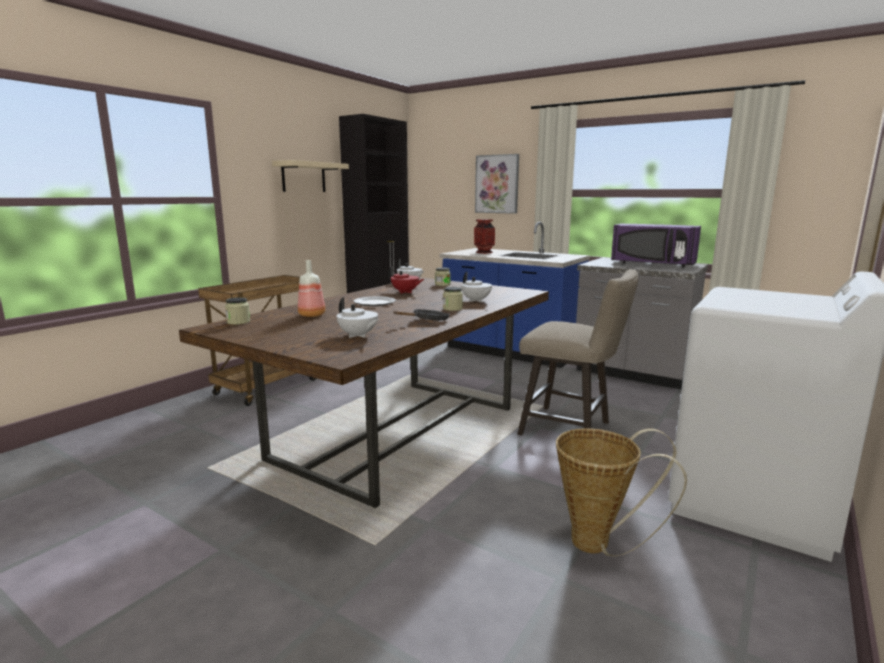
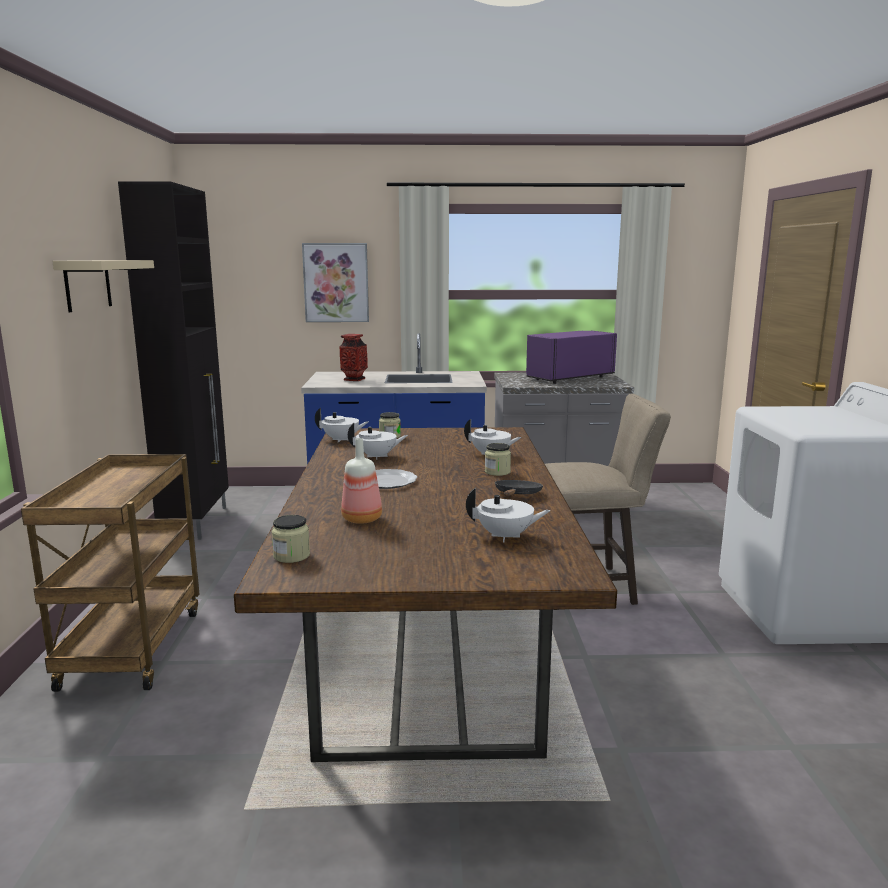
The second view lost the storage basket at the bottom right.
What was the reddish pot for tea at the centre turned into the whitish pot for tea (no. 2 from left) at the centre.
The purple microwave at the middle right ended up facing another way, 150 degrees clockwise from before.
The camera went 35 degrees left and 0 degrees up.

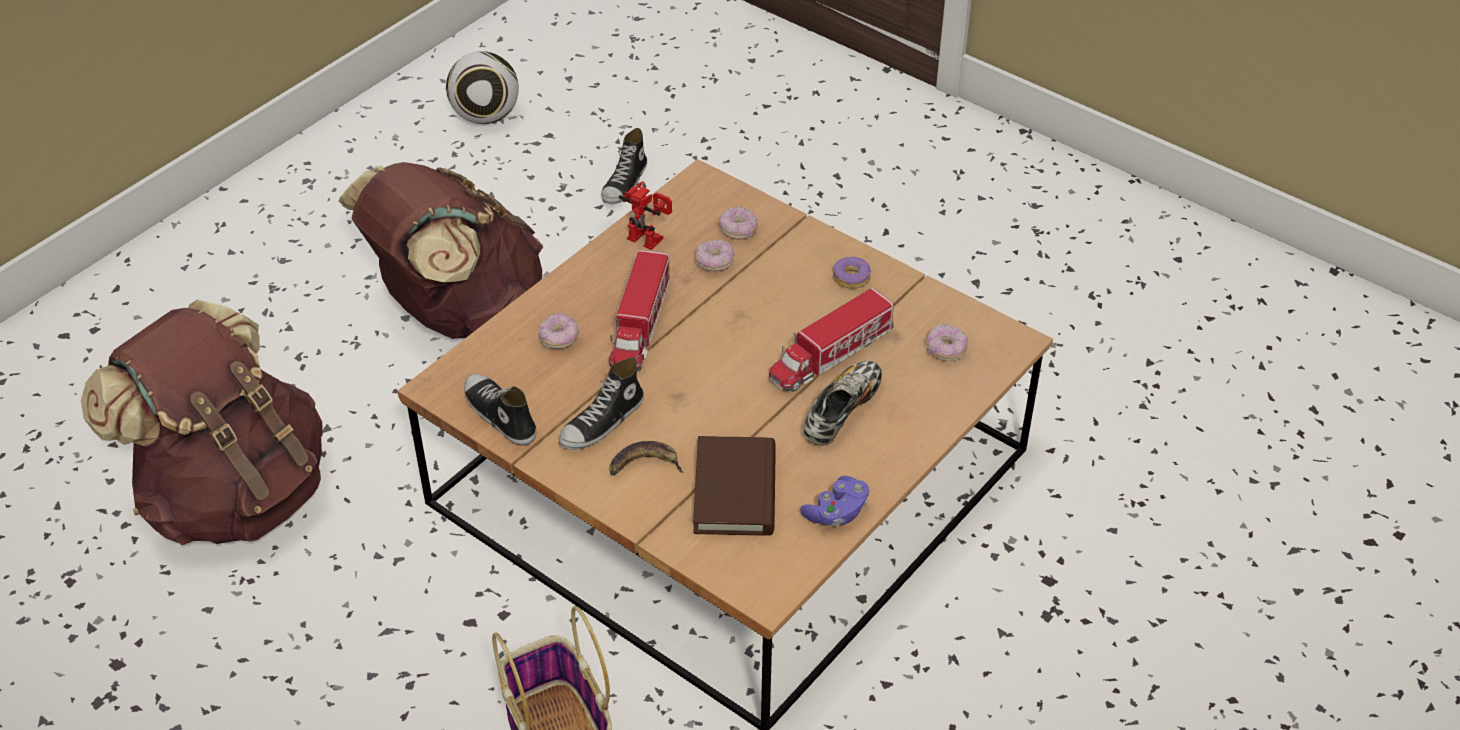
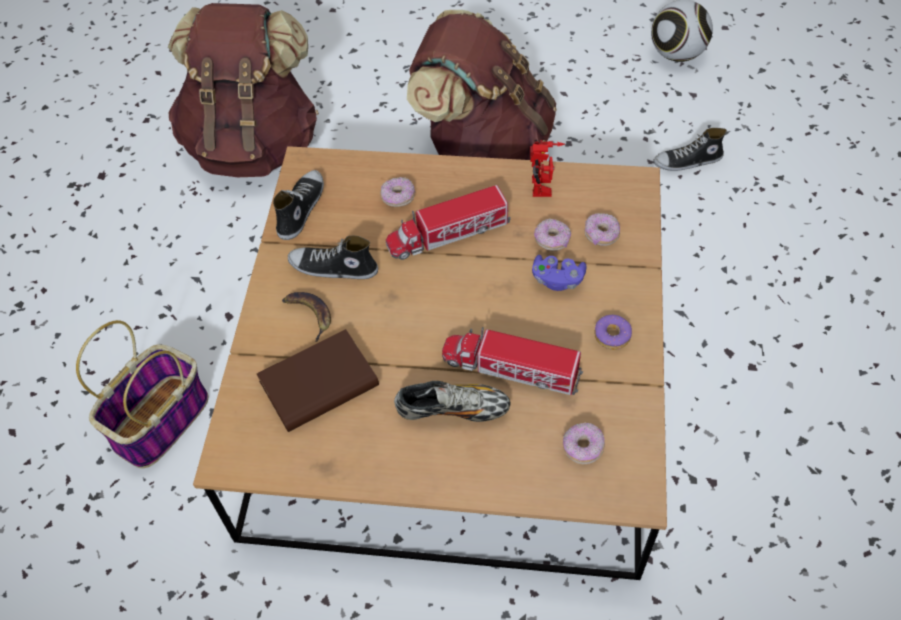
The purple gamepad ended up elsewhere, having gone from the bottom centre to the centre.
The camera went 60 degrees right and 10 degrees up.

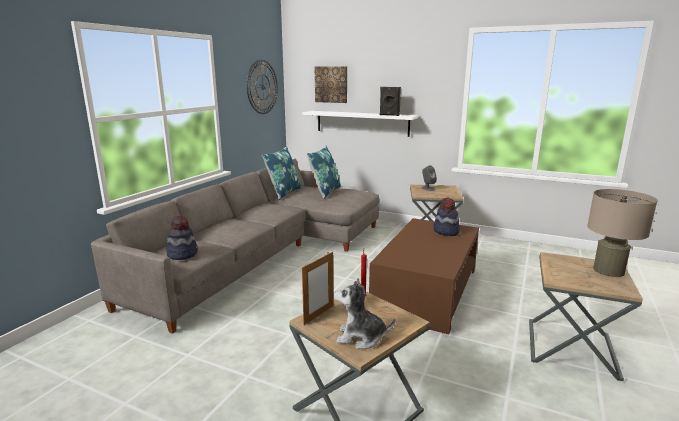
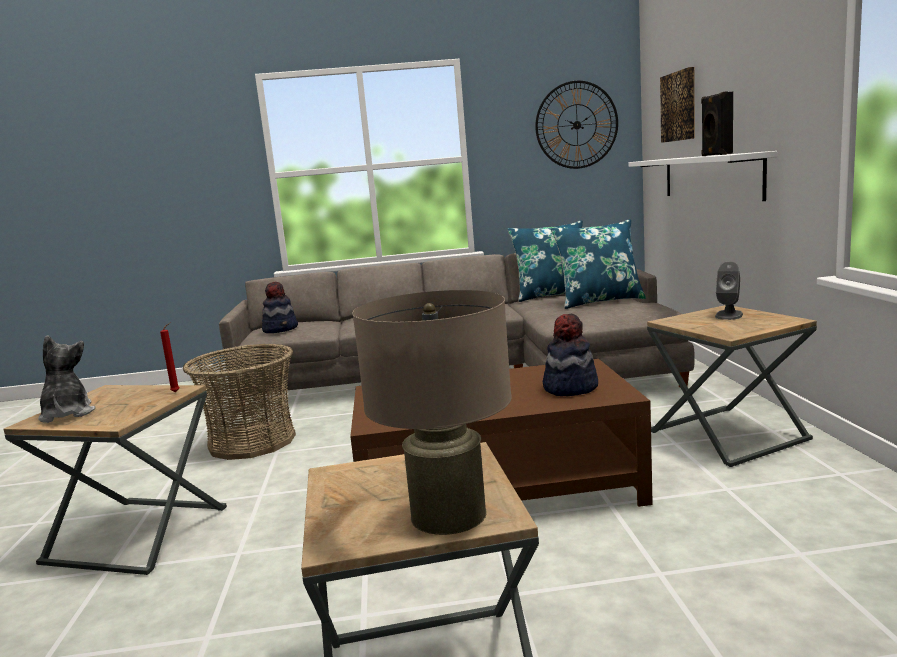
The second view lost the standing frame at the bottom centre.
The second view gained the storage basket at the middle left.
The camera went 60 degrees right and 5 degrees down.

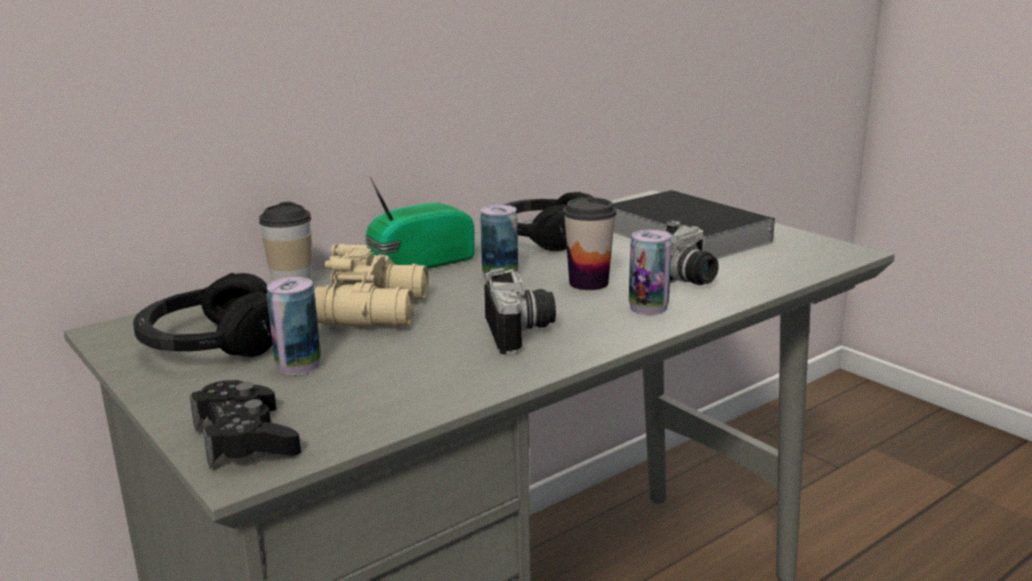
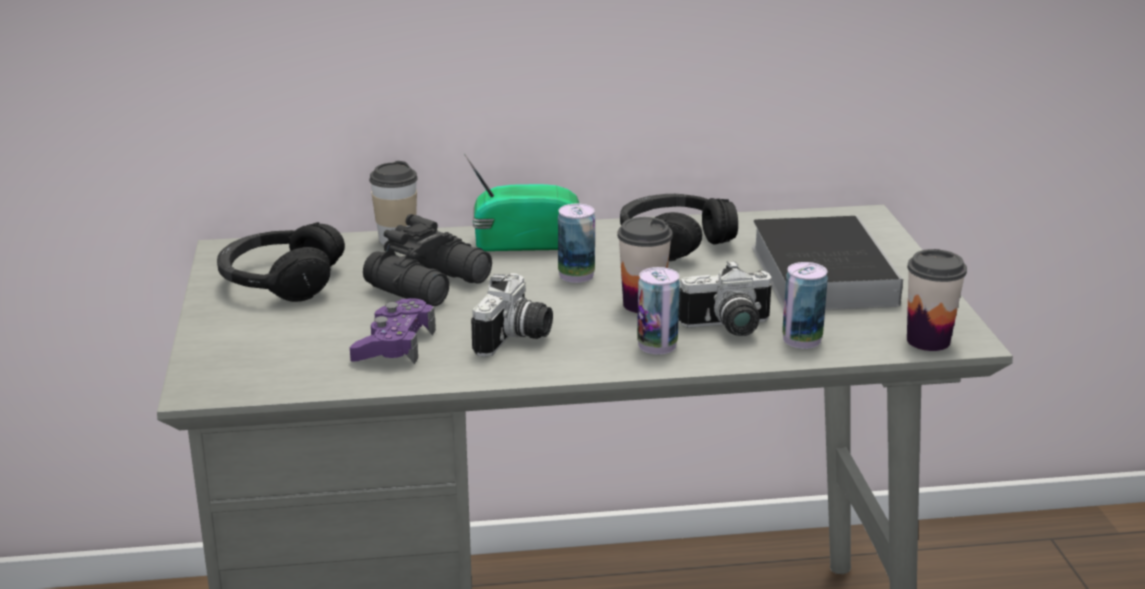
The second view lost the black-coloured gamepad at the bottom left.
The second view gained the purple gamepad at the centre.
The second view gained the cup (no. 3 from left) at the middle right.
The metal can (no. 1 from left in the first image) ended up elsewhere, having gone from the middle left to the middle right.
What was the sand-coloured binoculars at the centre turned into the black-coloured binoculars at the centre.
The camera went 30 degrees right and 5 degrees up.

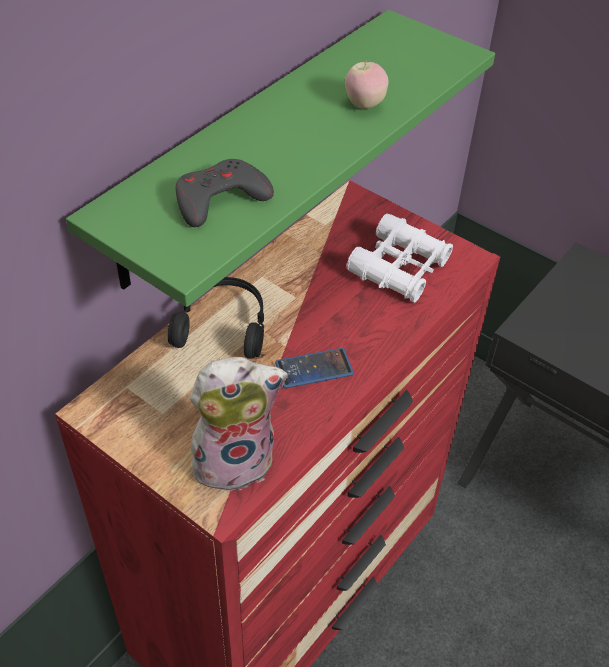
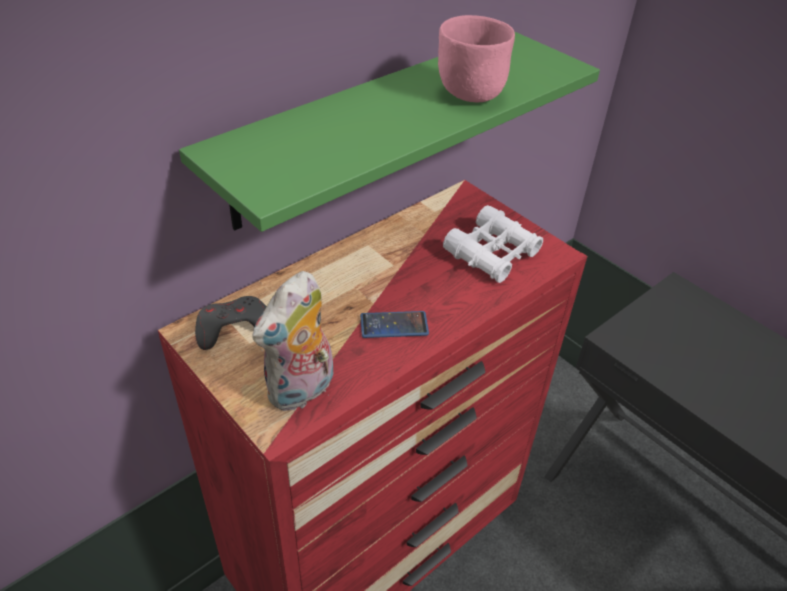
The second view lost the black-coloured pair of headphones at the centre.
The gray gamepad ended up elsewhere, having gone from the top centre to the middle left.
Where the whole apple stood at the top centre, the pink-coloured serving bowl came to stand at the top centre.
The soft toy at the centre ended up facing another way, 135 degrees clockwise from before.
The camera went 10 degrees right and 5 degrees down.

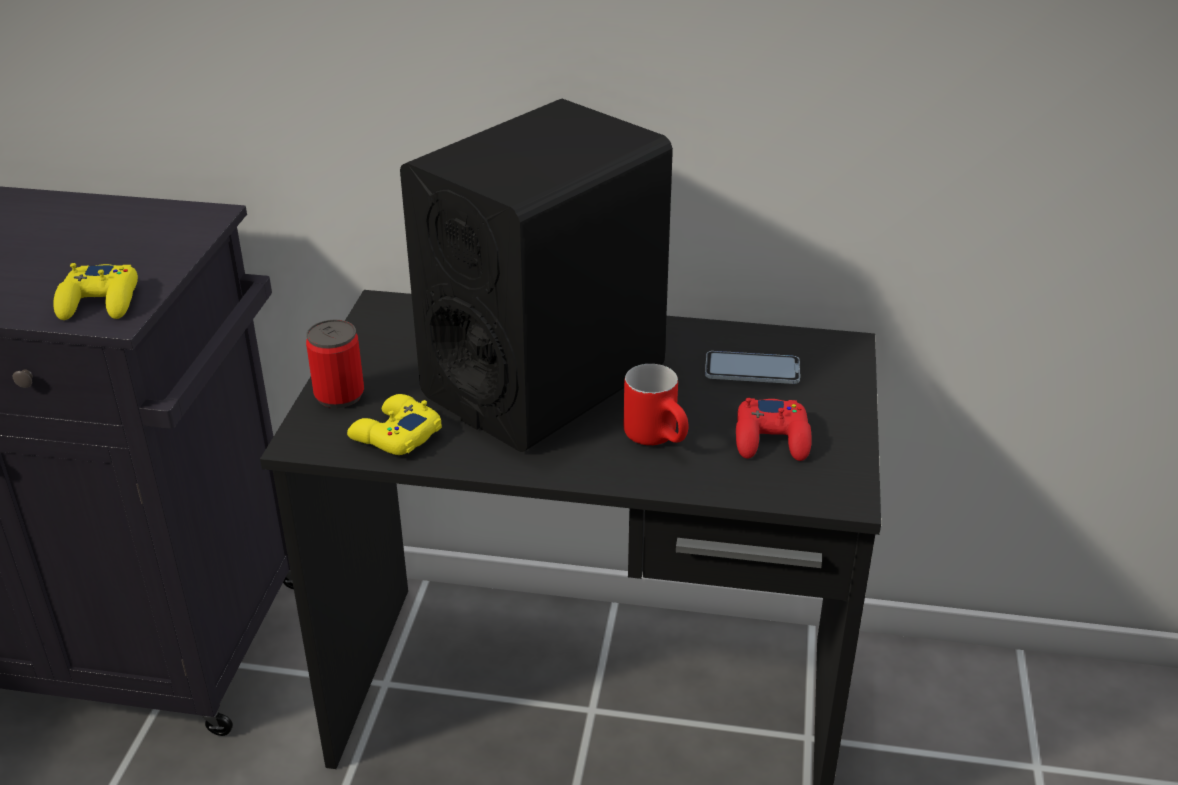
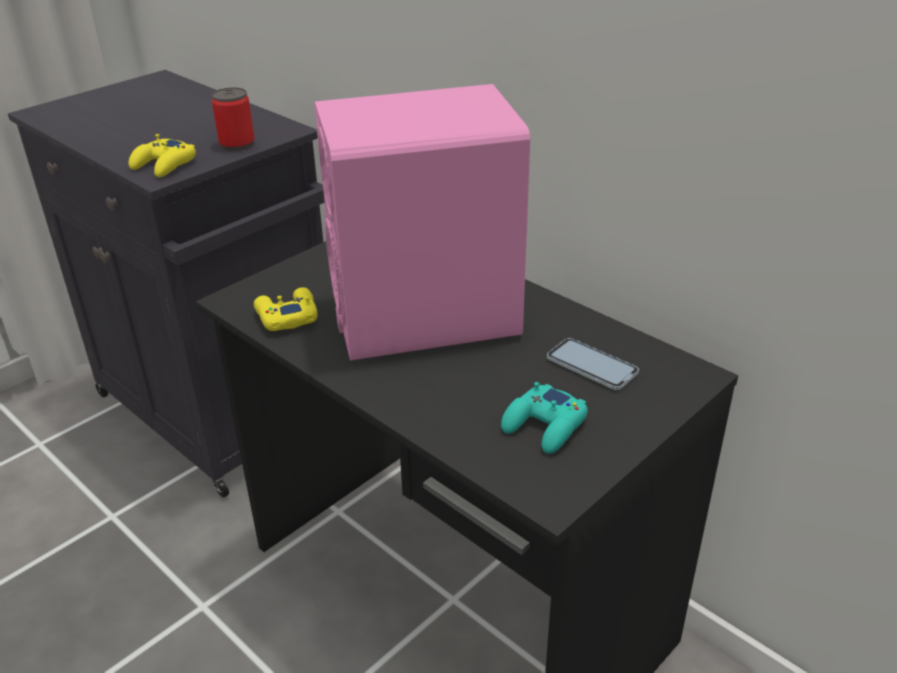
The second view lost the reddish tea mug at the centre.
The metal can ended up elsewhere, having gone from the middle left to the top left.
What was the black-coloured loudspeaker at the centre turned into the pink-coloured loudspeaker at the top centre.
What was the reddish gamepad at the centre turned into the turquoise-coloured gamepad at the centre.
The camera went 35 degrees right and 0 degrees up.

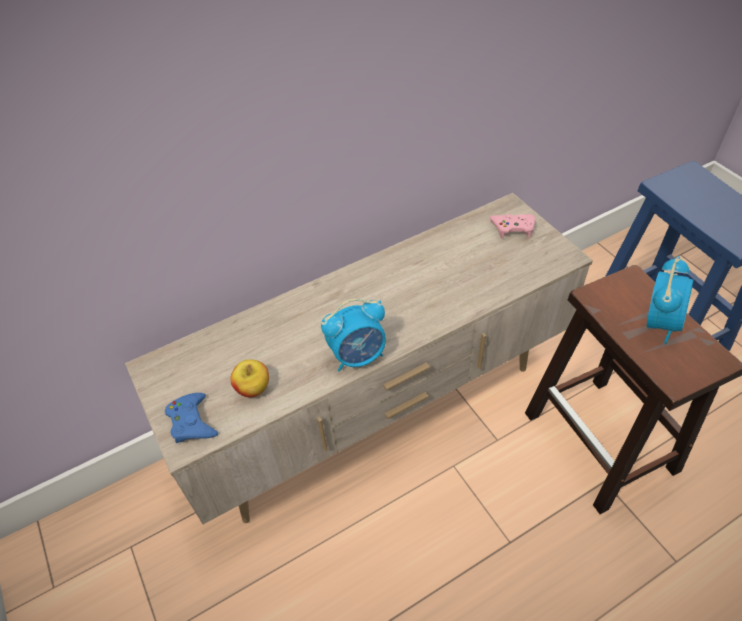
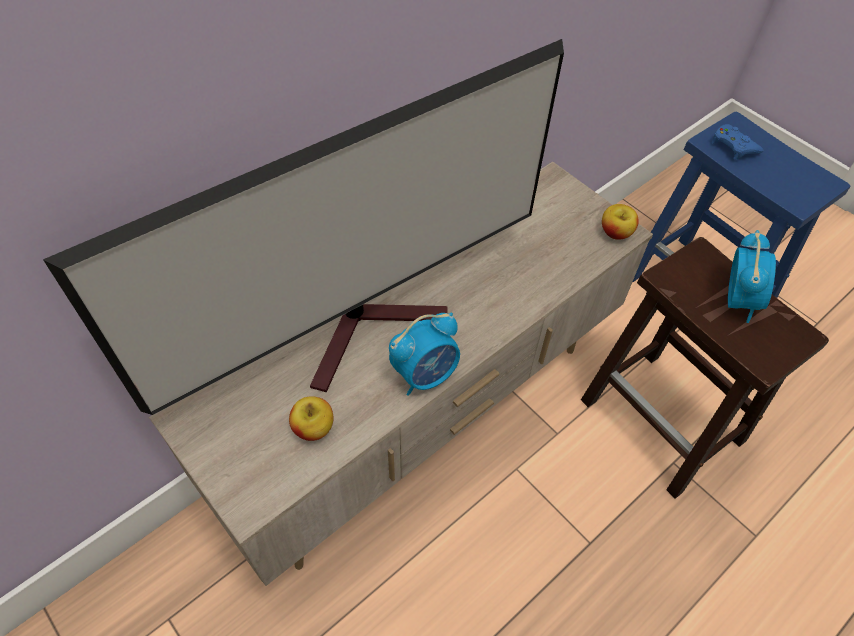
The second view lost the pink-coloured gamepad at the middle right.
The second view gained the television at the centre.
The second view gained the whole apple (no. 2 from left) at the middle right.
The bluish gamepad ended up elsewhere, having gone from the bottom left to the top right.
The camera went 15 degrees left and 5 degrees up.

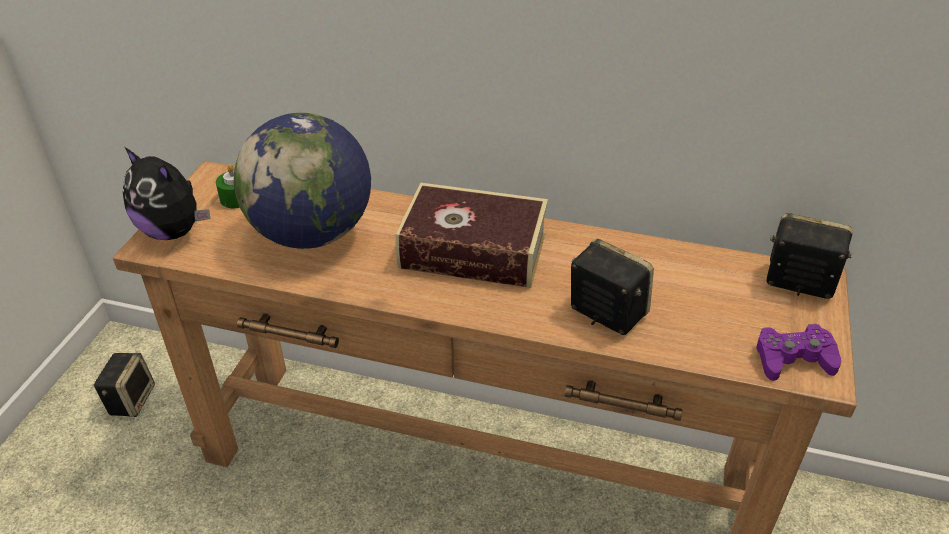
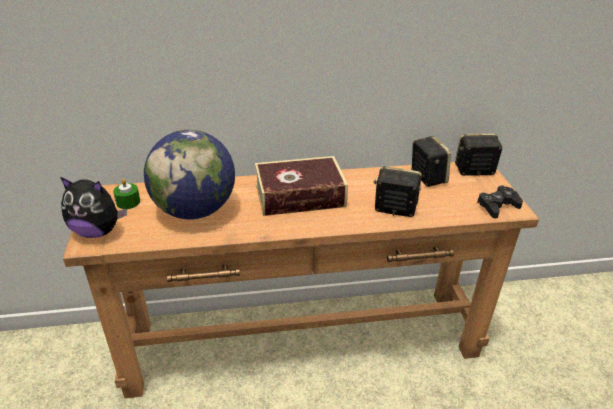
The loudspeaker (no. 1 from left in the first image) ended up elsewhere, having gone from the bottom left to the middle right.
What was the purple gamepad at the middle right turned into the black-coloured gamepad at the middle right.
The camera went 25 degrees left and 5 degrees down.

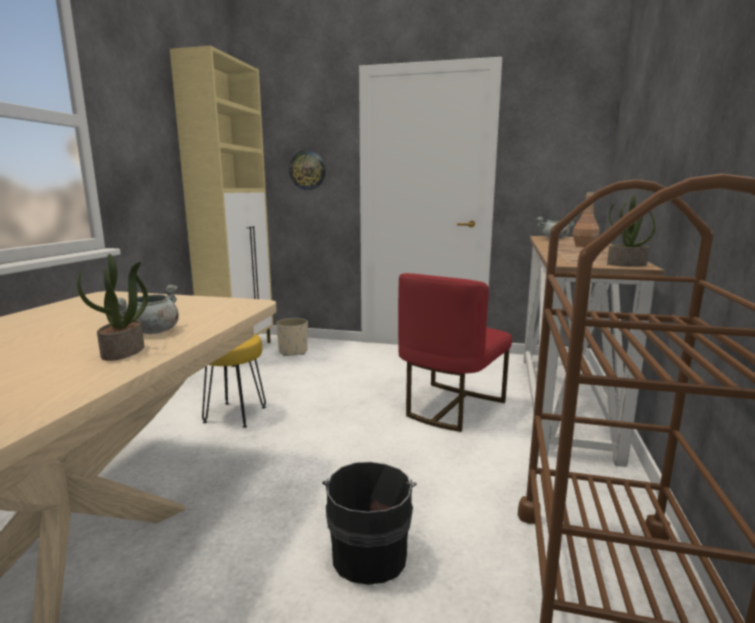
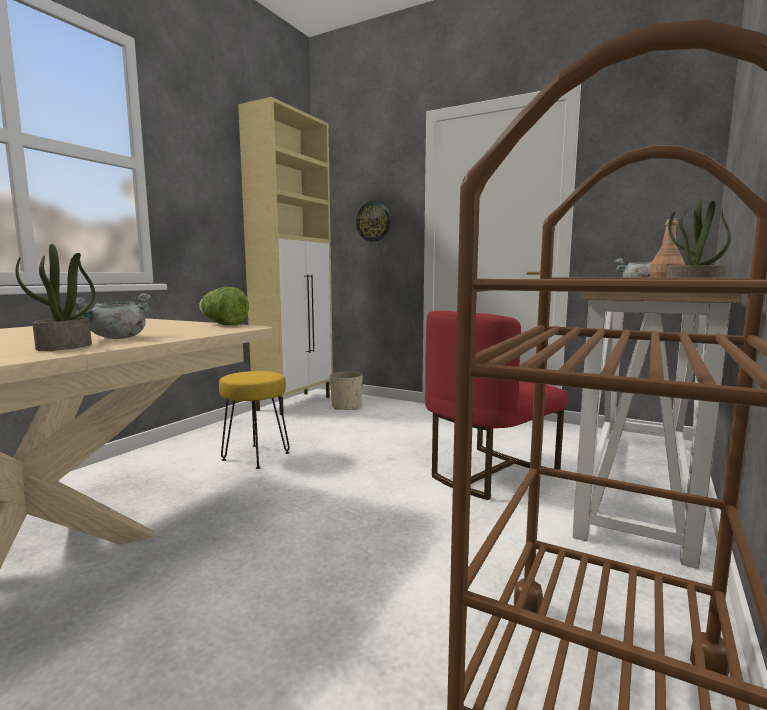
The second view lost the black-coloured water bucket at the bottom centre.
The second view gained the lettuce at the middle left.
The camera went 15 degrees right and 5 degrees down.

